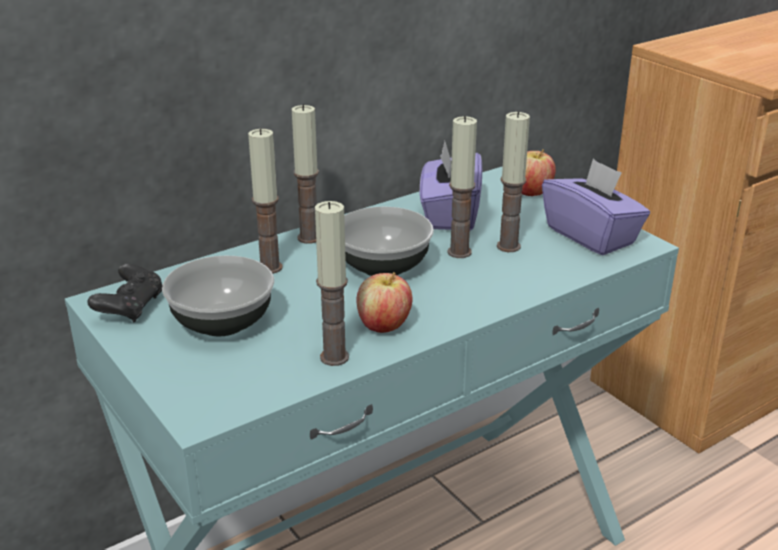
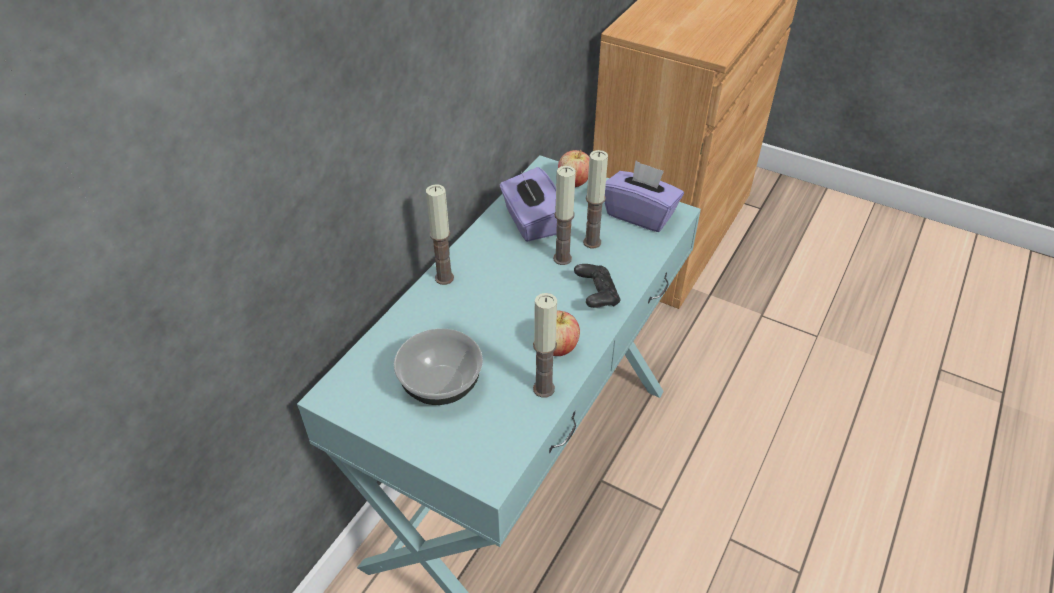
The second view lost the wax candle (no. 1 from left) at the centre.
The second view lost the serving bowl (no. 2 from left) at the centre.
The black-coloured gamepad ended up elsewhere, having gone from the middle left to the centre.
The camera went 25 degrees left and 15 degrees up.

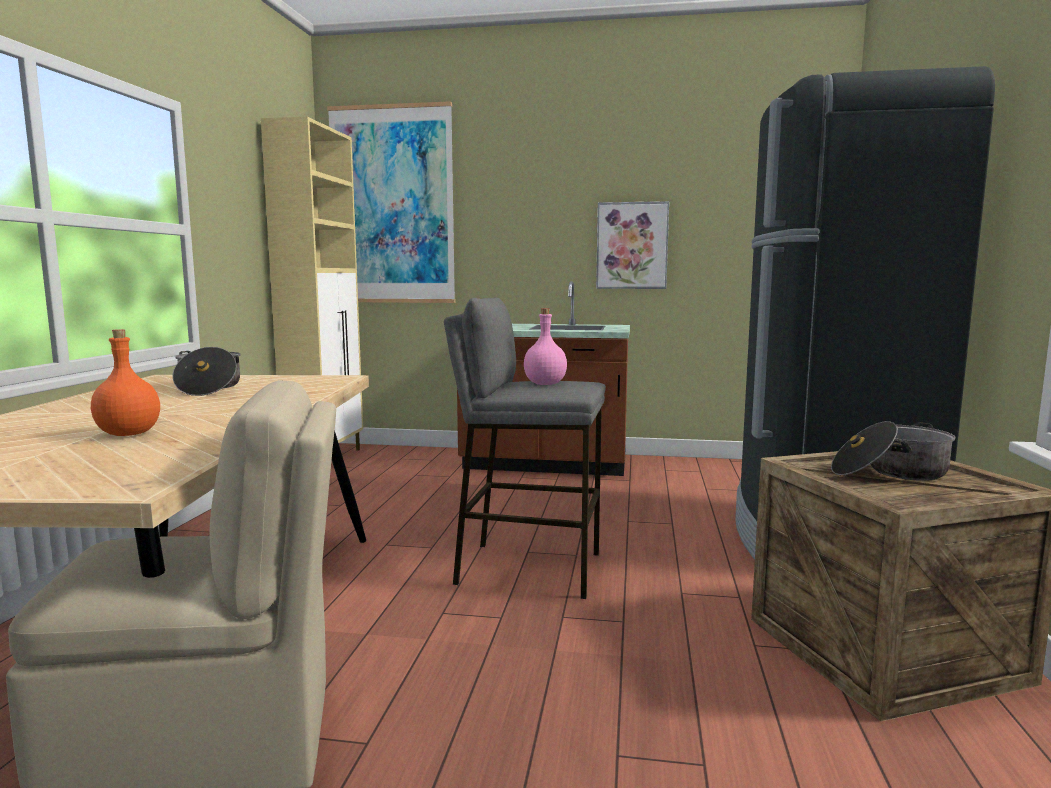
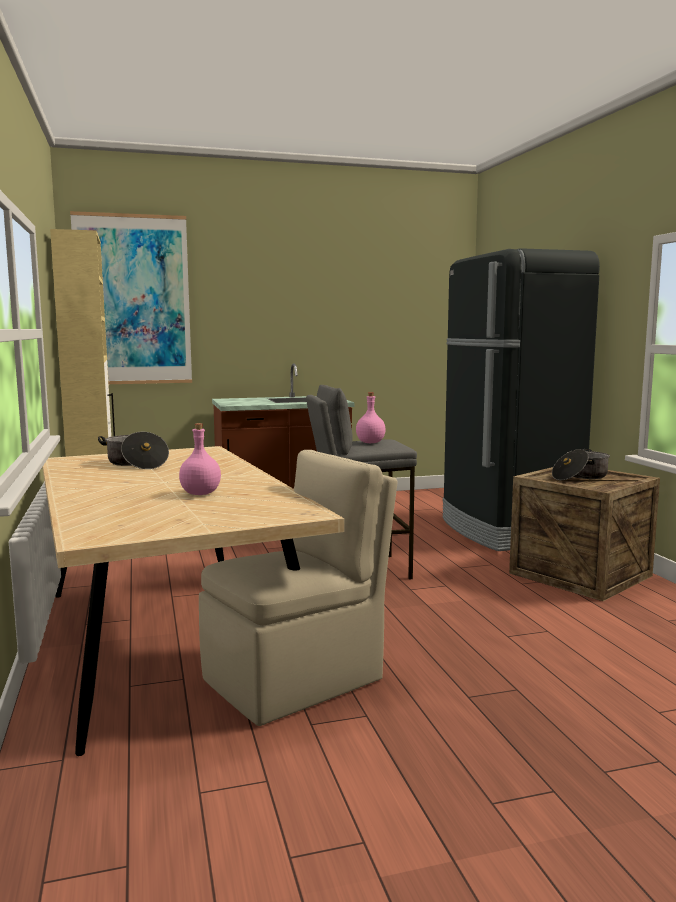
The second view lost the wall picture (no. 2 from left) at the top centre.
What was the orange-coloured bottle at the middle left turned into the pink-coloured bottle (no. 1 from left) at the middle left.
The camera went 25 degrees left and 0 degrees up.

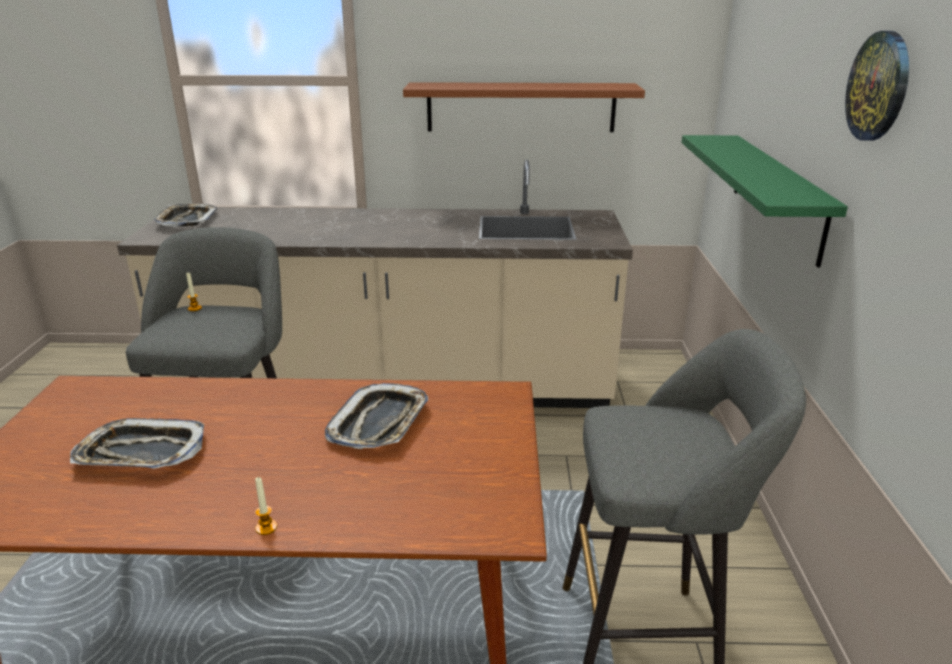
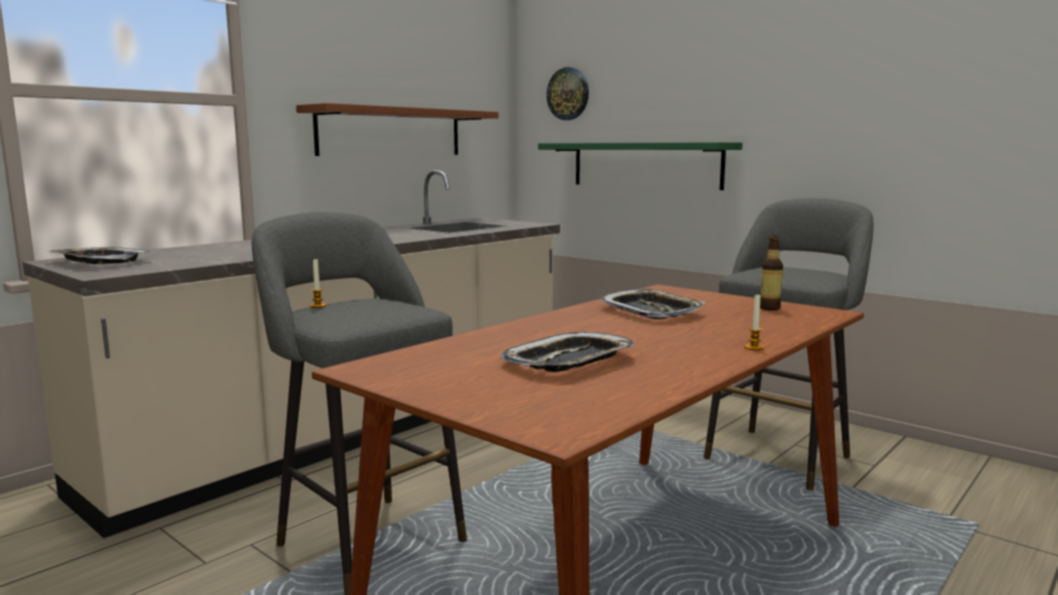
The second view gained the bottle at the middle right.
The clock on the wall ended up elsewhere, having gone from the top right to the top centre.
The camera went 50 degrees left and 15 degrees down.

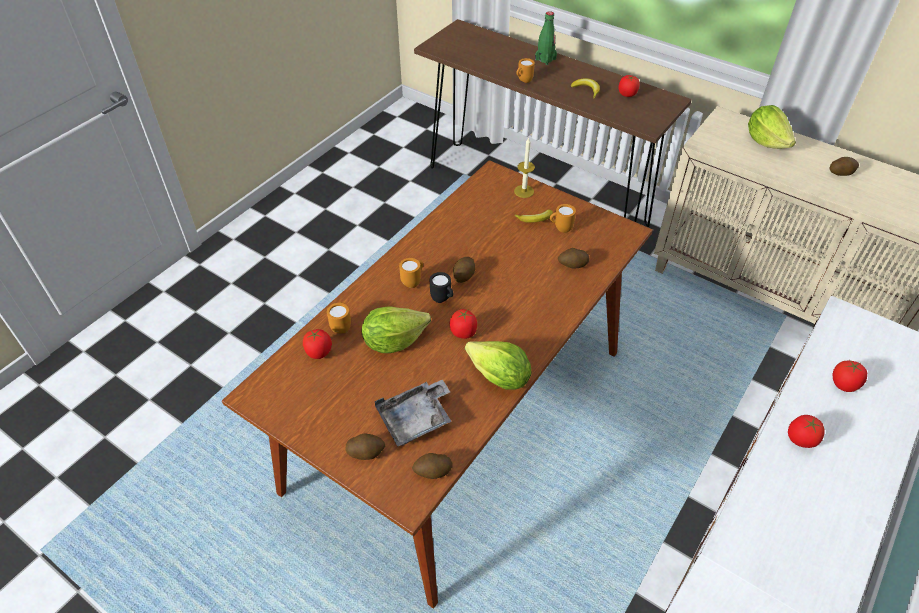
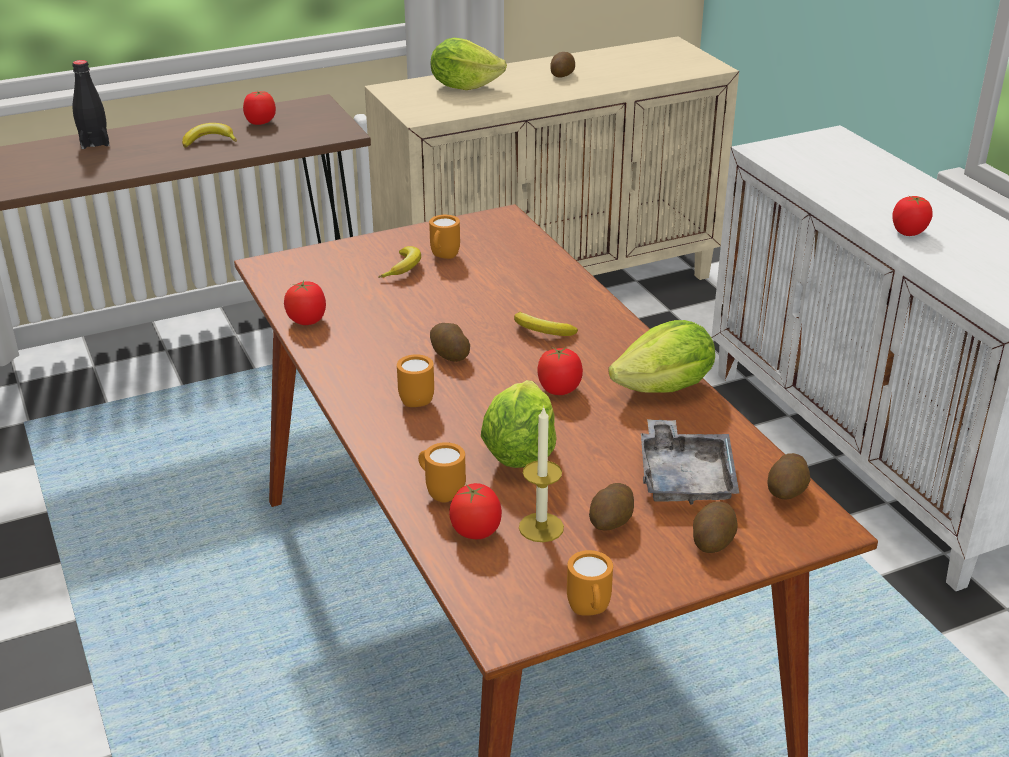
The second view lost the black-coloured tea mug at the centre.
The second view gained the banana (no. 3 from left) at the centre.
The wax candle ended up elsewhere, having gone from the top centre to the centre.
The orange-coloured tea mug (no. 3 from left in the first image) ended up elsewhere, having gone from the top centre to the bottom centre.
The whole potato (no. 4 from left in the first image) ended up elsewhere, having gone from the centre to the bottom centre.
The whole tomato (no. 5 from left in the first image) ended up elsewhere, having gone from the middle right to the middle left.
What was the green bottle at the top centre turned into the black-coloured bottle at the top left.
The camera went 60 degrees left and 15 degrees down.

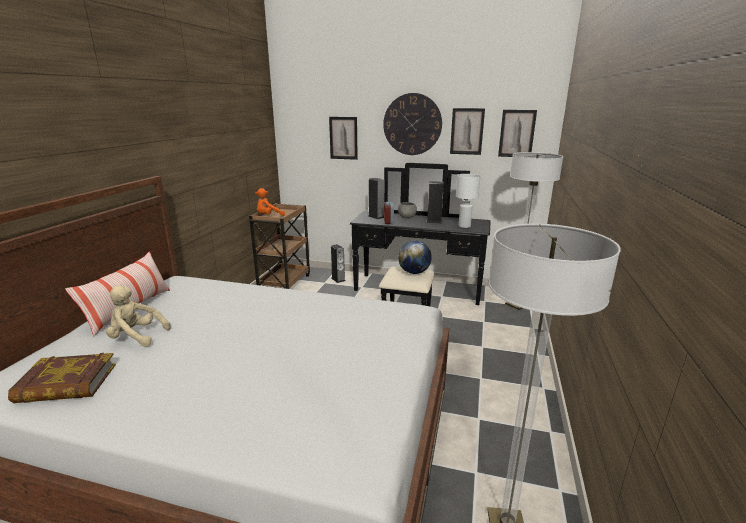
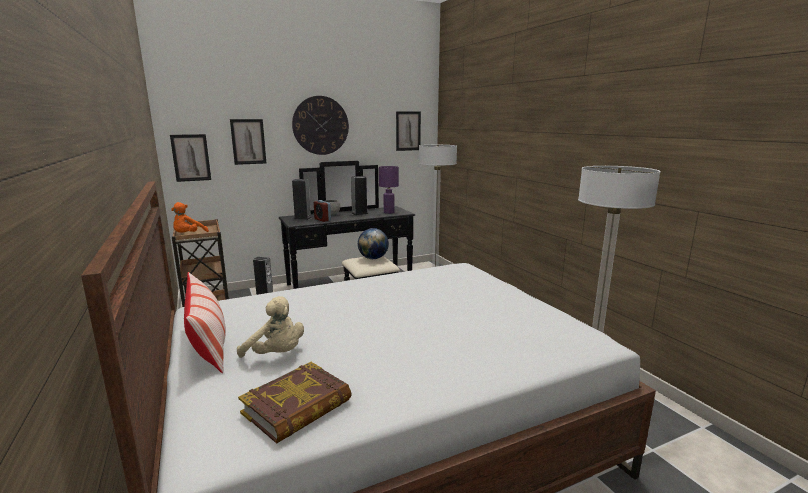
The wall picture (no. 2 from left in the first image) ended up elsewhere, having gone from the top centre to the top left.
What was the whitish tabletop lamp at the centre turned into the purple tabletop lamp at the centre.
The sand-coloured soft toy at the middle left ended up facing another way, 120 degrees counterclockwise from before.
The camera went 40 degrees left and 5 degrees down.

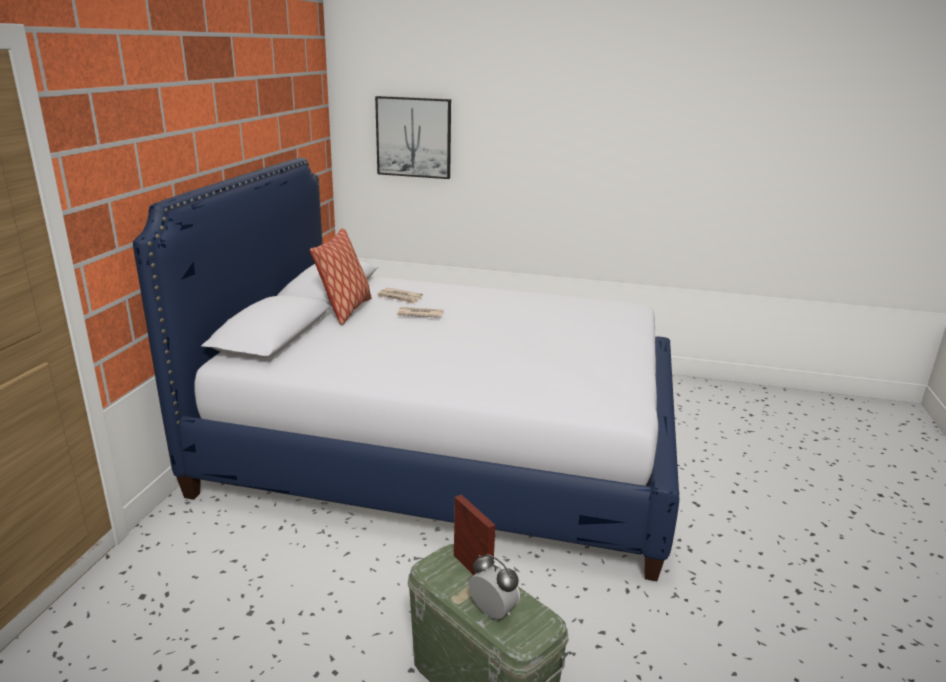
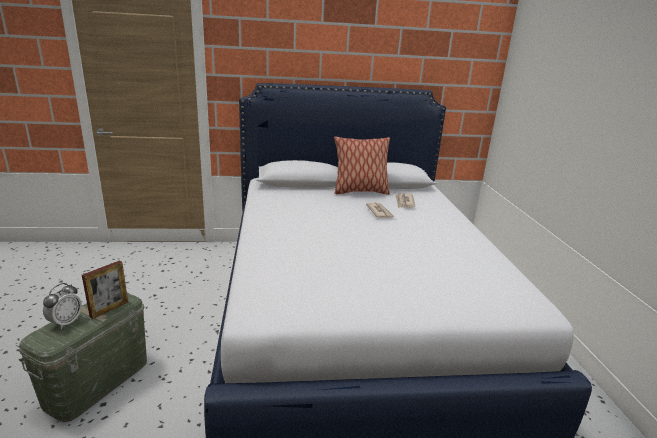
The second view lost the wall picture at the top centre.
The camera went 70 degrees right and 0 degrees up.

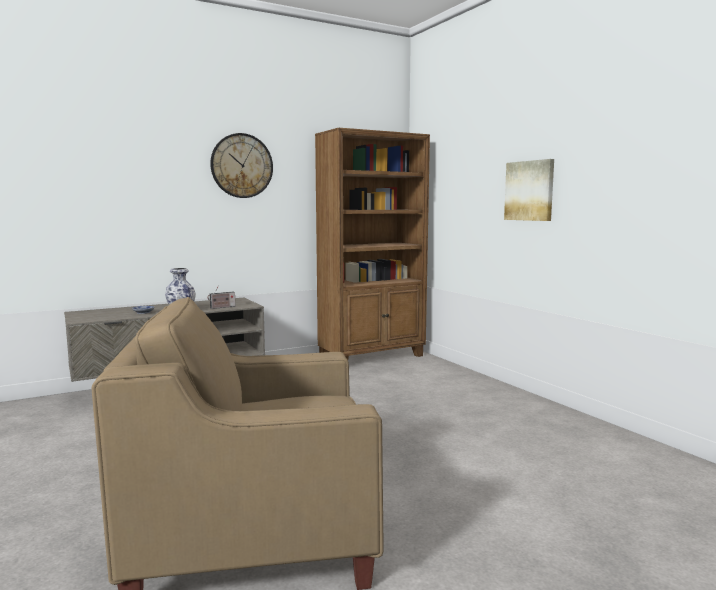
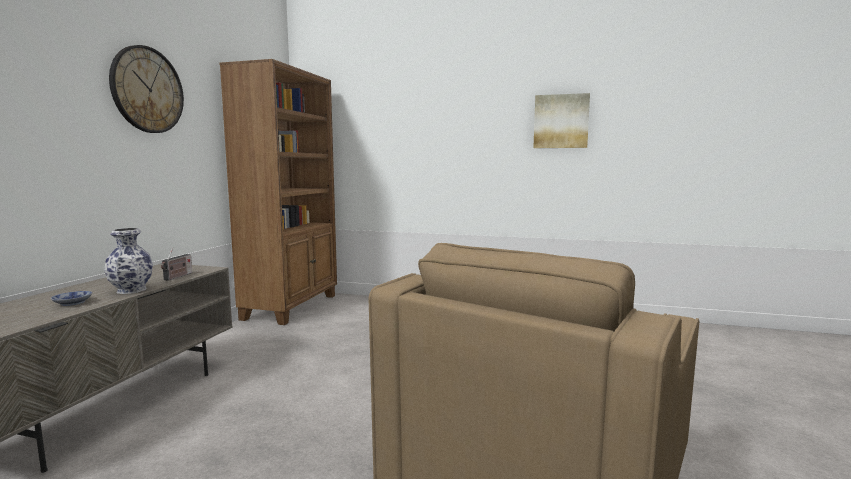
The wall picture ended up elsewhere, having gone from the top right to the top centre.
The camera went 45 degrees left and 0 degrees up.

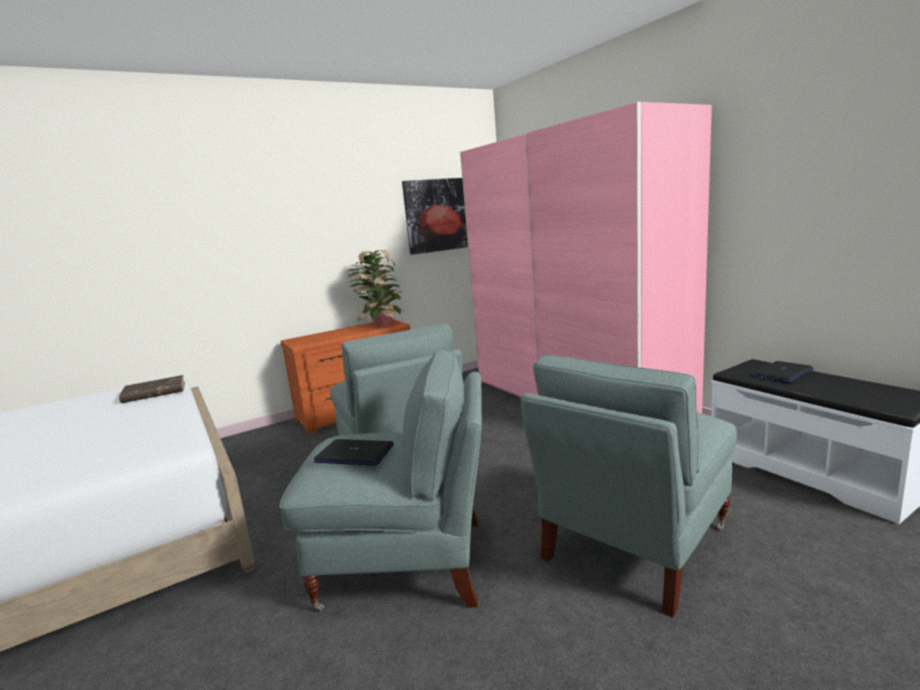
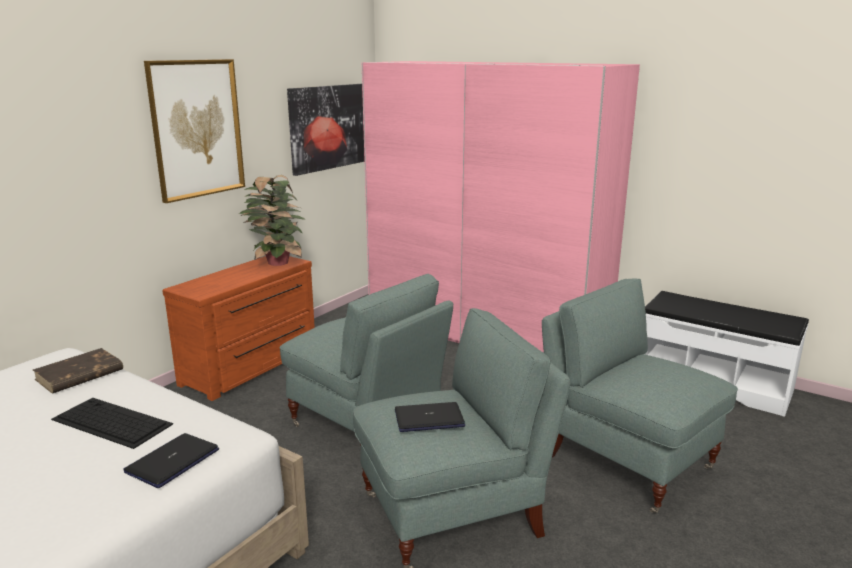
The second view gained the keyboard at the bottom left.
The second view gained the wall picture (no. 1 from left) at the top left.
The laptop (no. 2 from left in the first image) ended up elsewhere, having gone from the middle right to the bottom left.
The gray armchair (no. 3 from left) at the bottom right ended up facing another way, 120 degrees clockwise from before.
The camera went 25 degrees left and 5 degrees up.

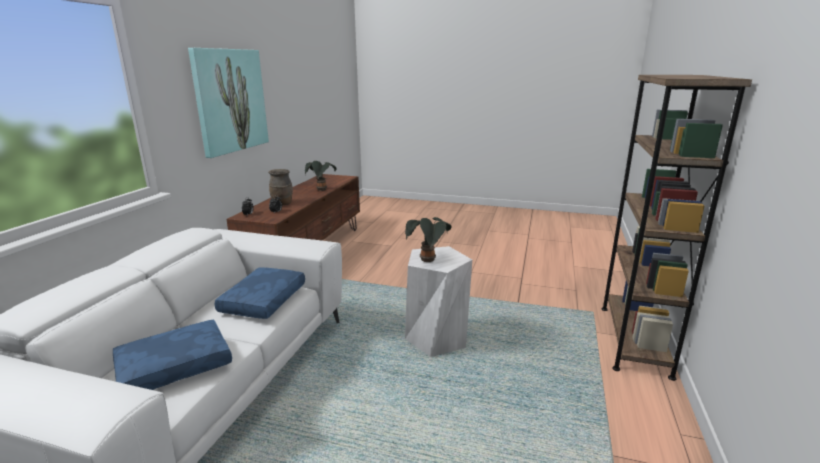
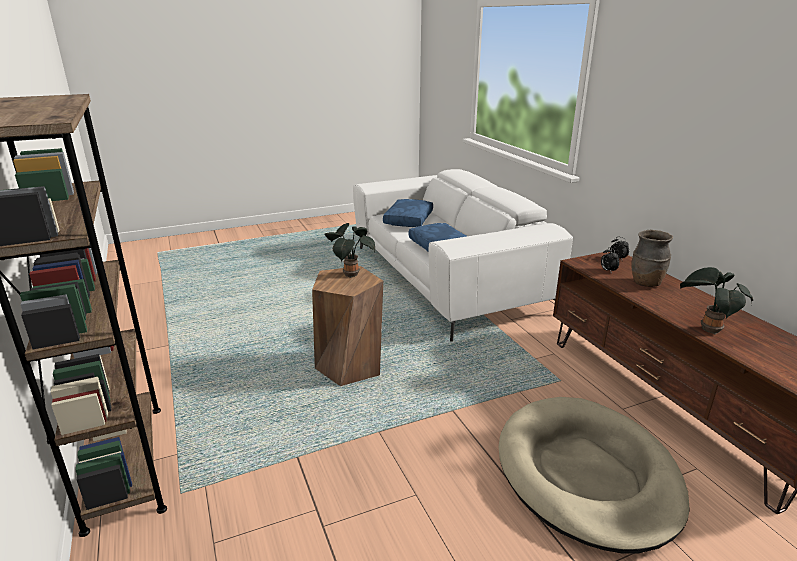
The second view lost the wall picture at the top left.
The second view gained the sand-coloured dog cushion at the bottom right.
What was the whitish sitting stool at the centre turned into the brownish sitting stool at the centre.
The camera went 140 degrees right and 5 degrees up.

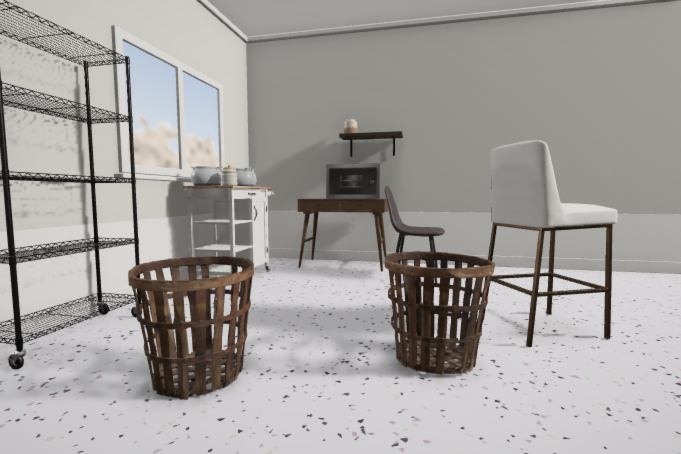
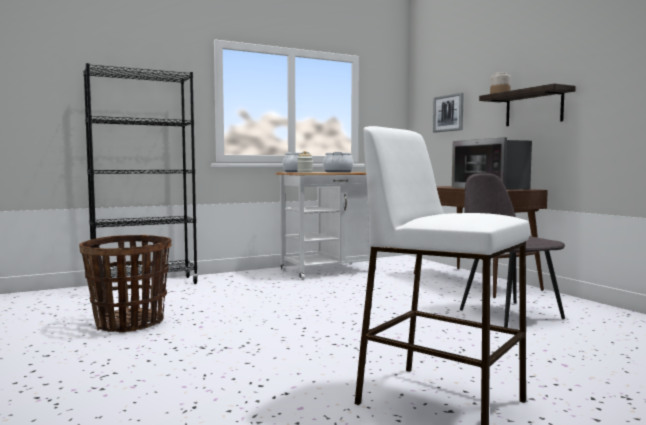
The second view lost the storage basket (no. 2 from left) at the bottom centre.
The second view gained the wall picture at the top right.
The camera went 50 degrees right and 0 degrees up.

